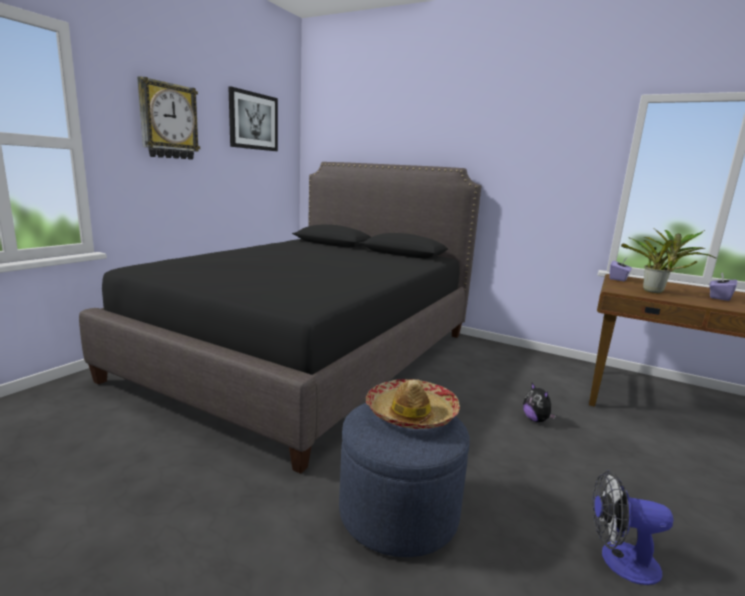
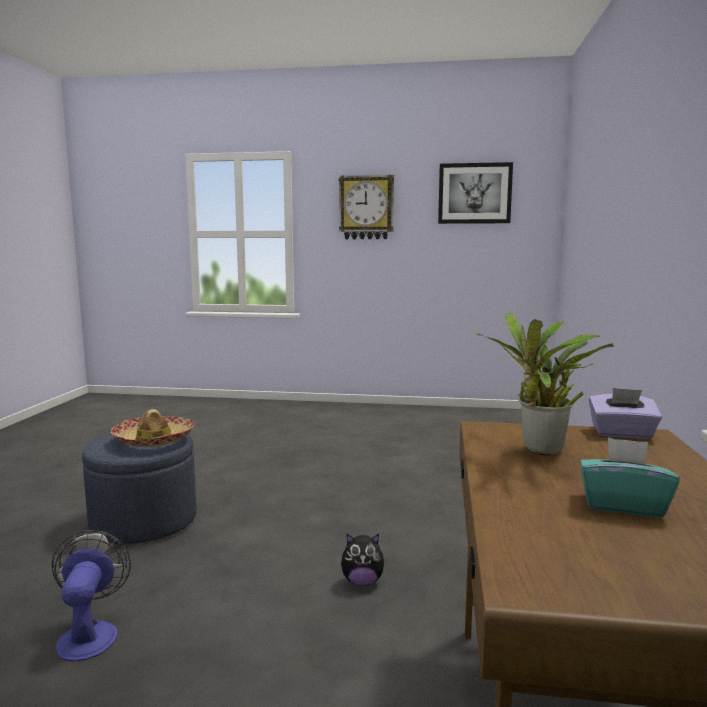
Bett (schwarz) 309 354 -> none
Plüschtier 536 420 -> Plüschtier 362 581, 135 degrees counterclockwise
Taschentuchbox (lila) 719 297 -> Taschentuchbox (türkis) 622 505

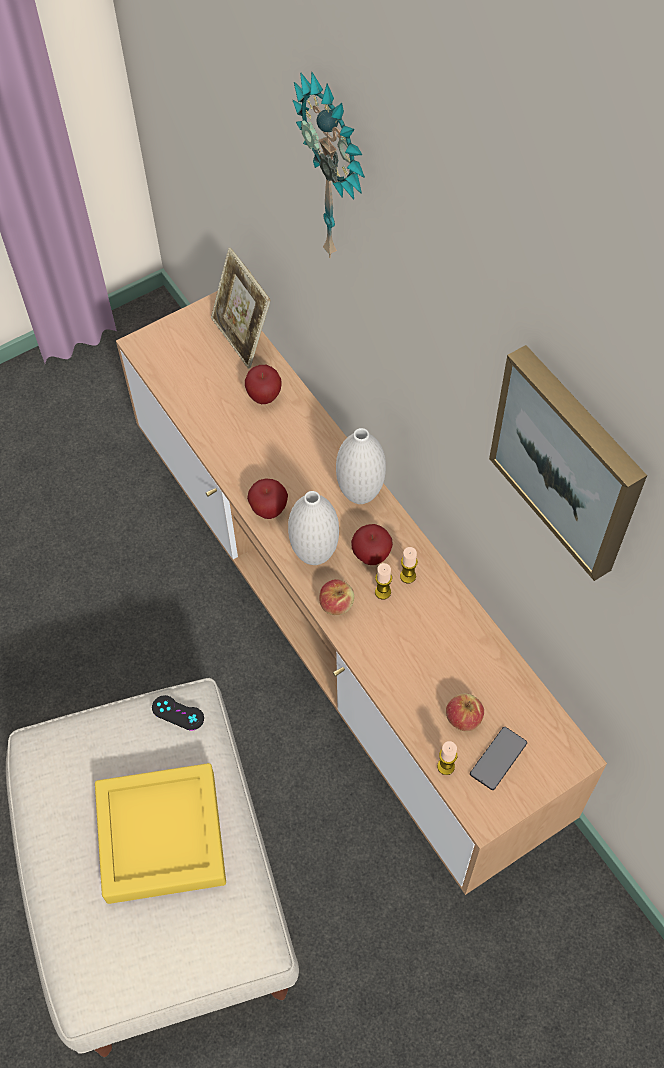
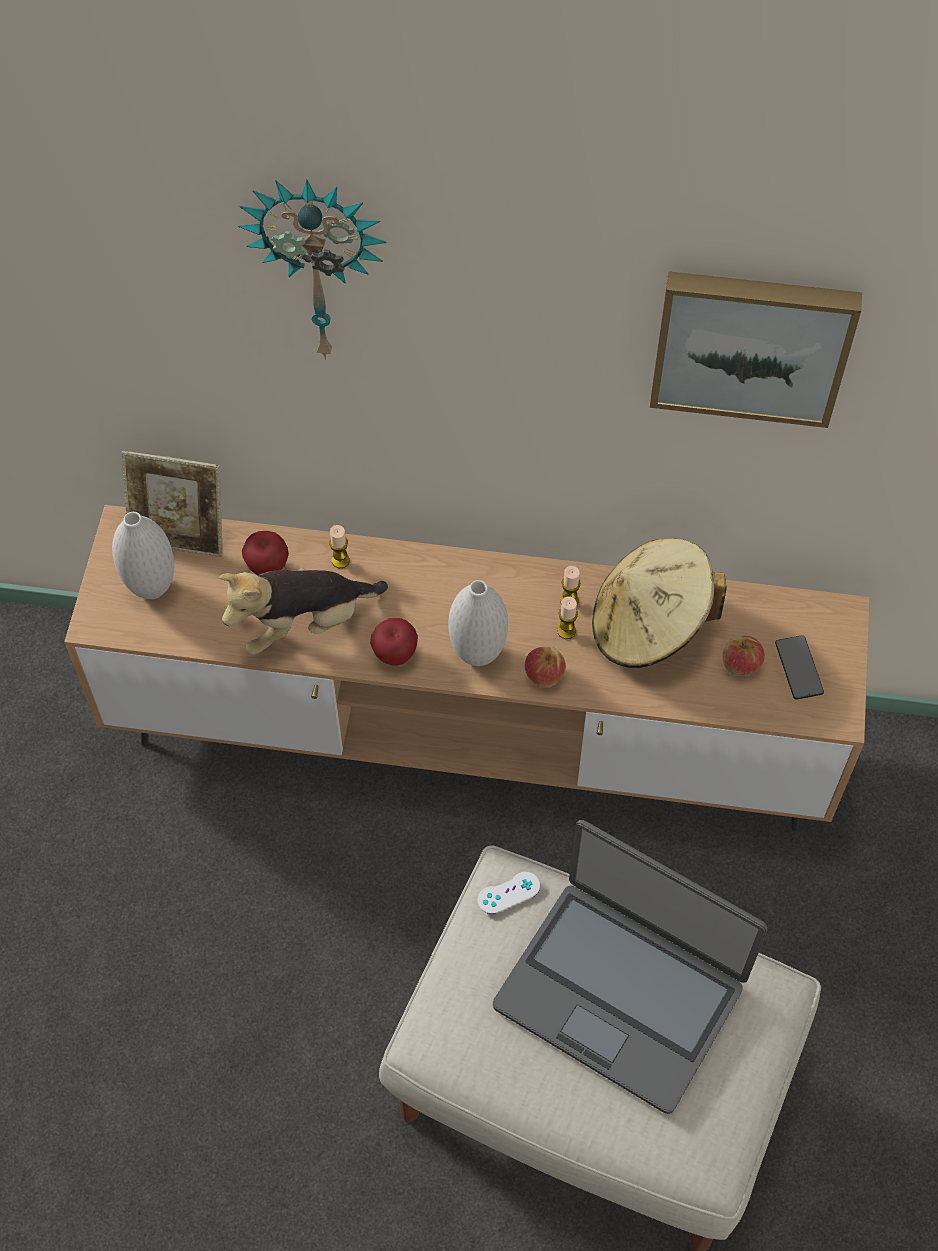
Tablett (gelb) 161 836 -> Laptop 620 993
Gamepad (schwarz) 178 713 -> Gamepad (weiß) 508 893
Vase (weiß) 360 494 -> Vase (weiß) 152 588, relocated
Apfel 371 556 -> none
Kerze 446 766 -> Kerze 340 560, relocated
none -> Plüschtier 304 624
none -> Hut (beige) 649 625

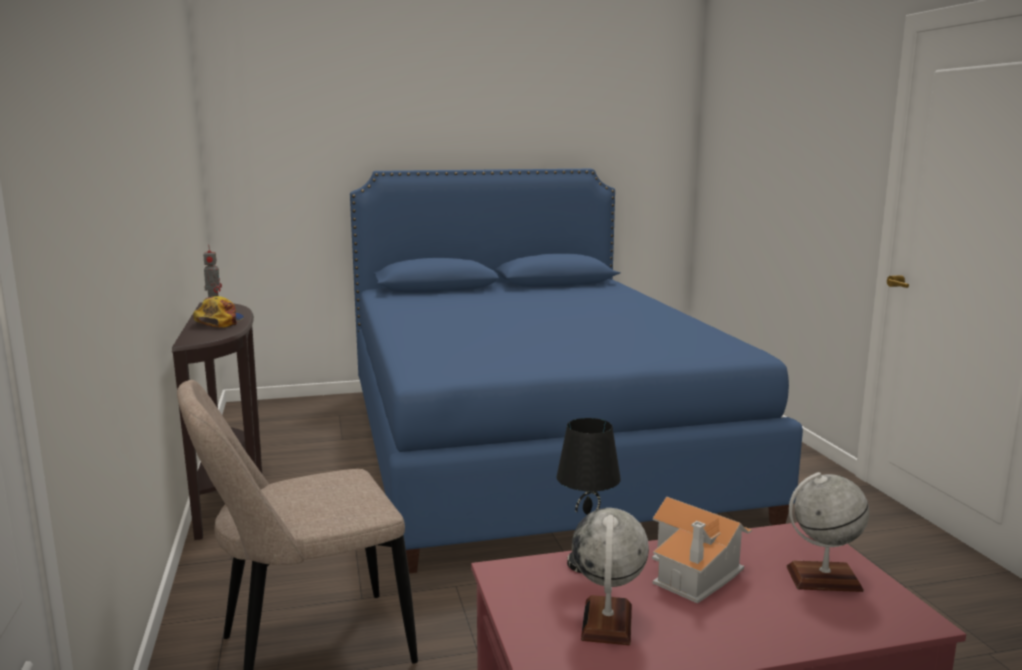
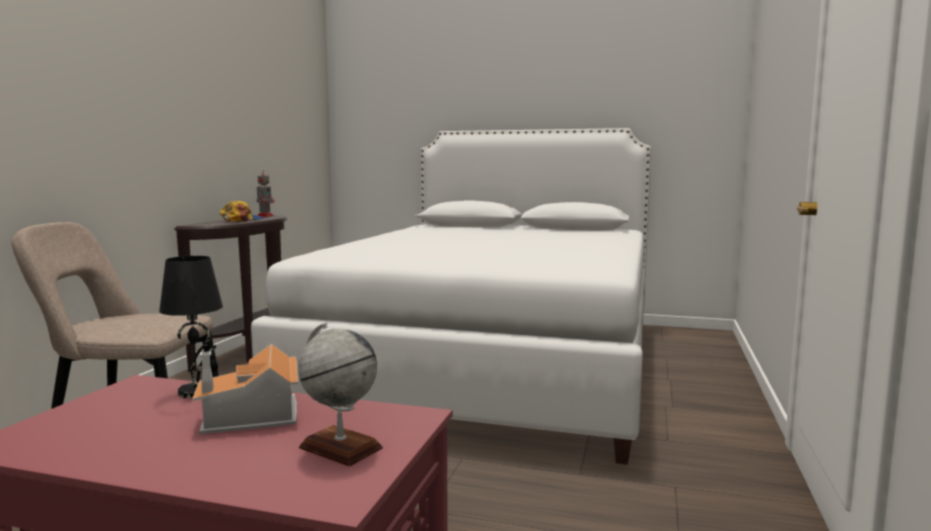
Bett (blau) 531 447 -> Bett (weiß) 493 362
Globus 607 622 -> none

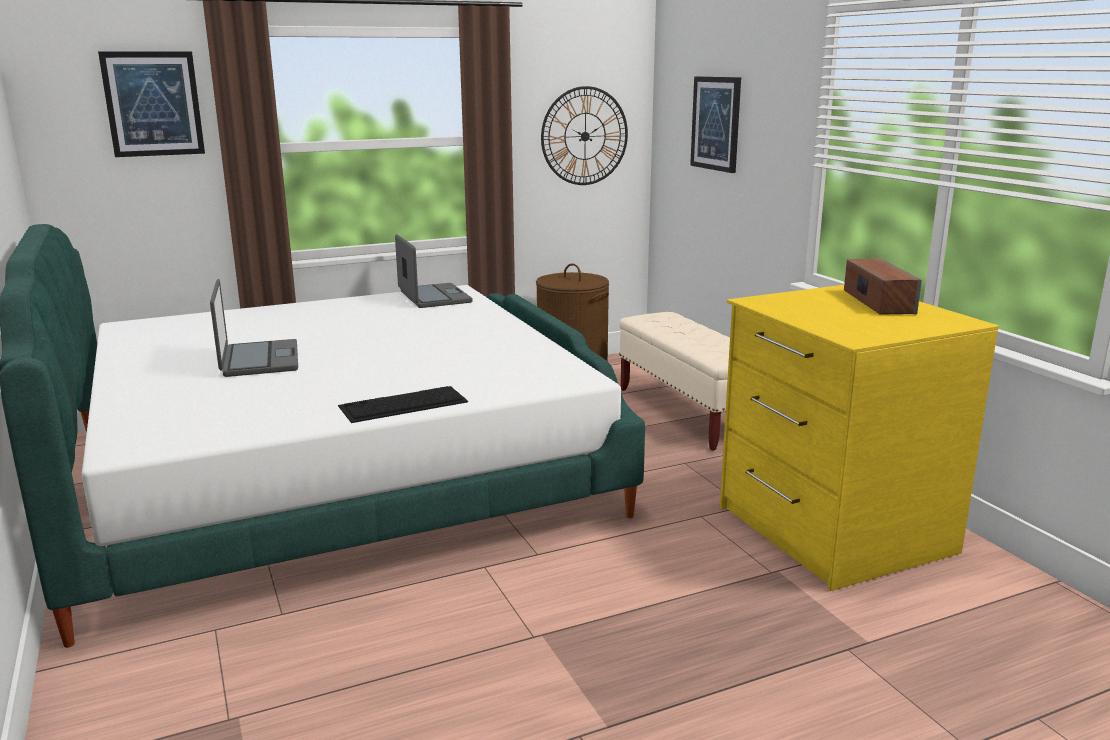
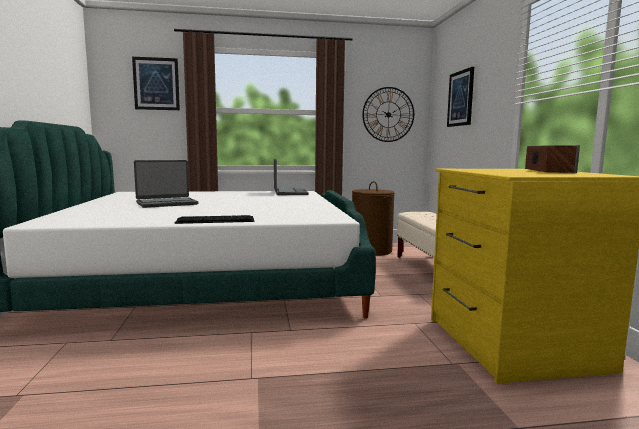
Laptop 259 360 -> Laptop 167 203, 60 degrees clockwise

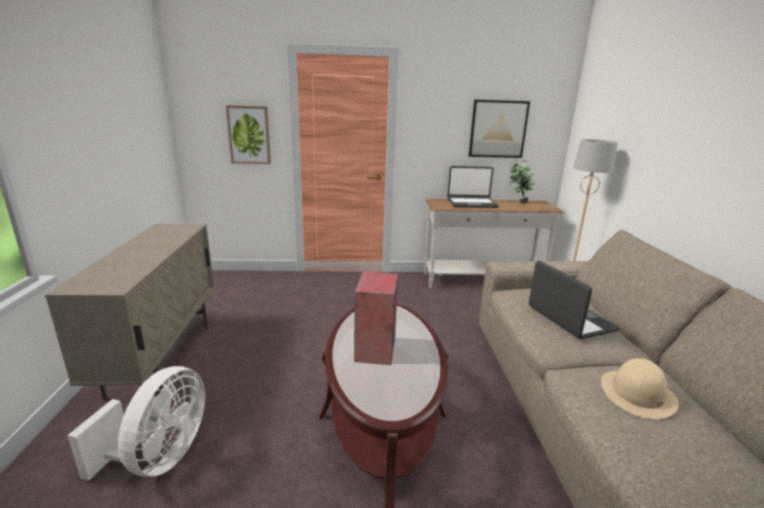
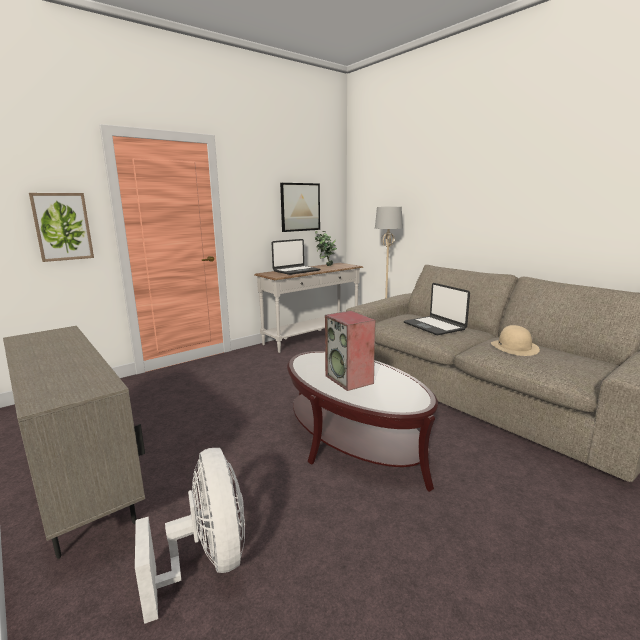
Laptop 570 319 -> Laptop 434 326, 150 degrees counterclockwise

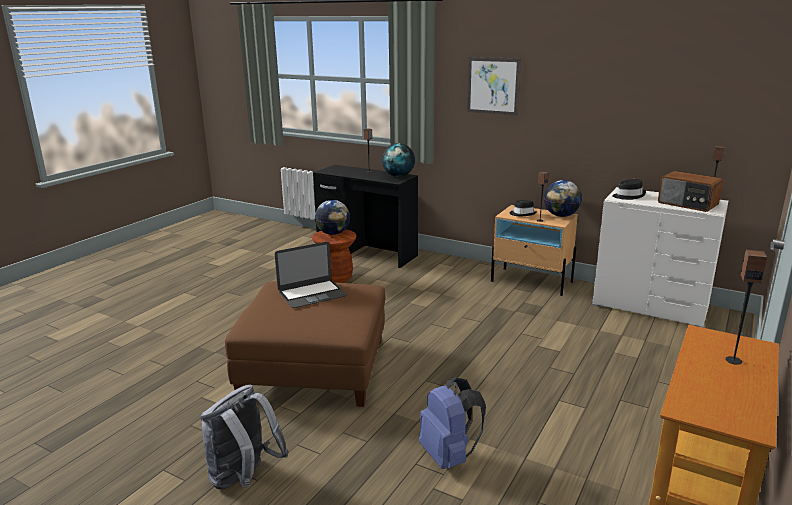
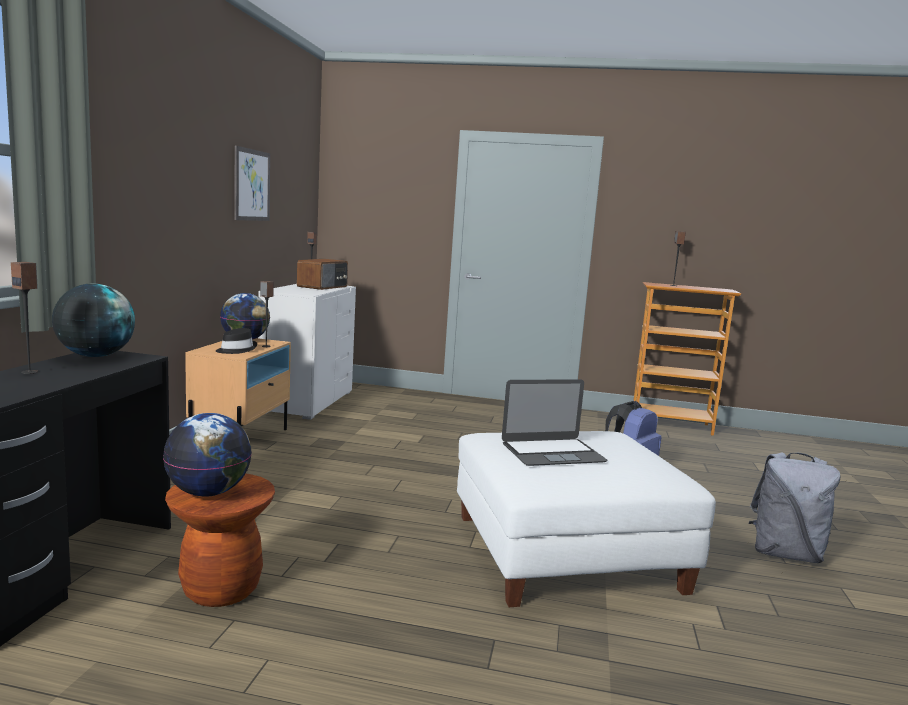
Polsterhocker (braun) 315 368 -> Polsterhocker (weiß) 566 551
Laptop 312 294 -> Laptop 552 452, 120 degrees clockwise
Bild 493 86 -> Bild 252 185, relocated
Hut (schwarz) 628 196 -> none

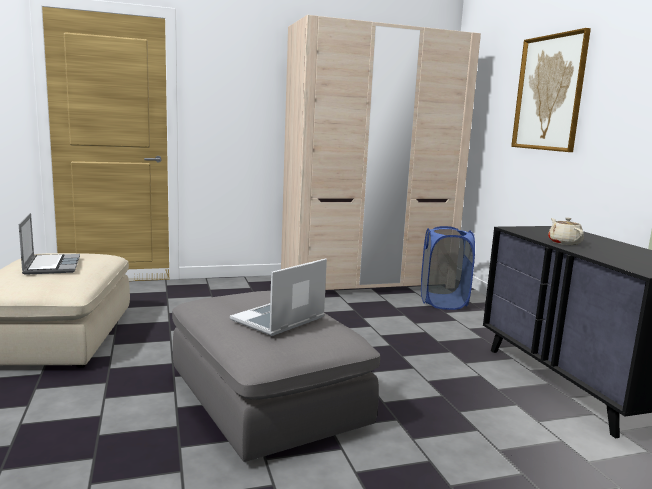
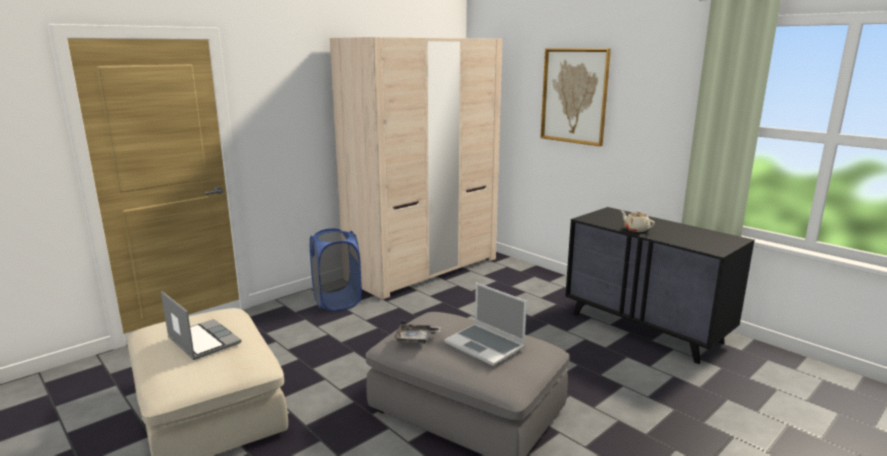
Laptop 278 320 -> Laptop 486 346, 60 degrees counterclockwise
Wäschekorb (blau) 443 302 -> Wäschekorb (blau) 337 301, relocated
none -> Tablett (grau) 416 339

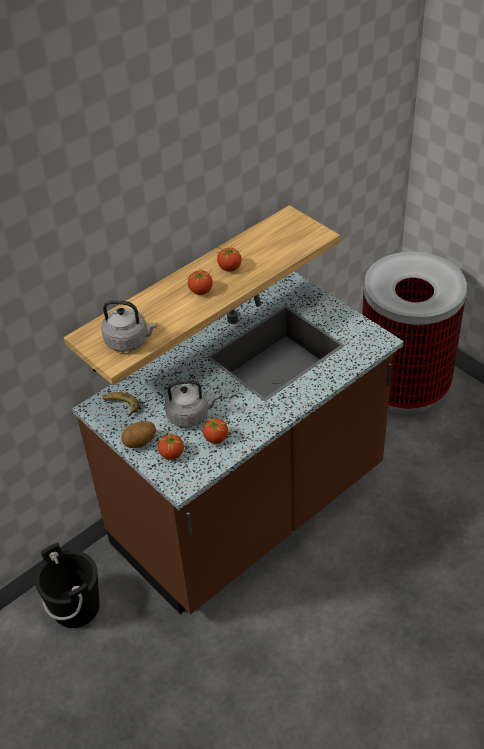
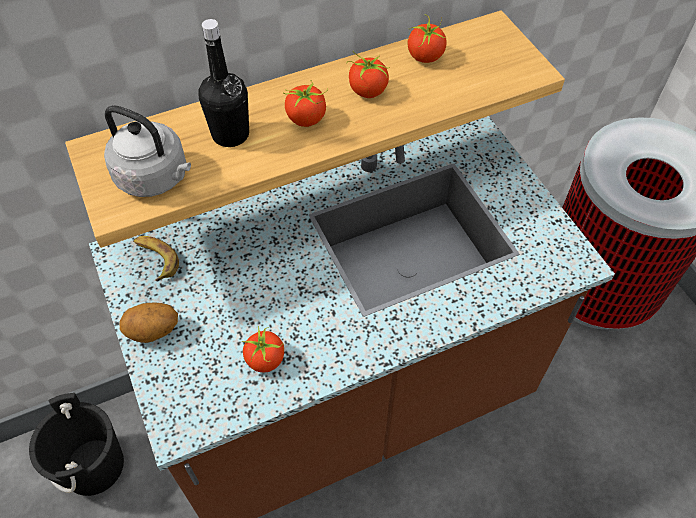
Tomate 171 454 -> Tomate 425 56, relocated
Wasserkessel (grau) 190 415 -> none
none -> Flasche (schwarz) 230 134

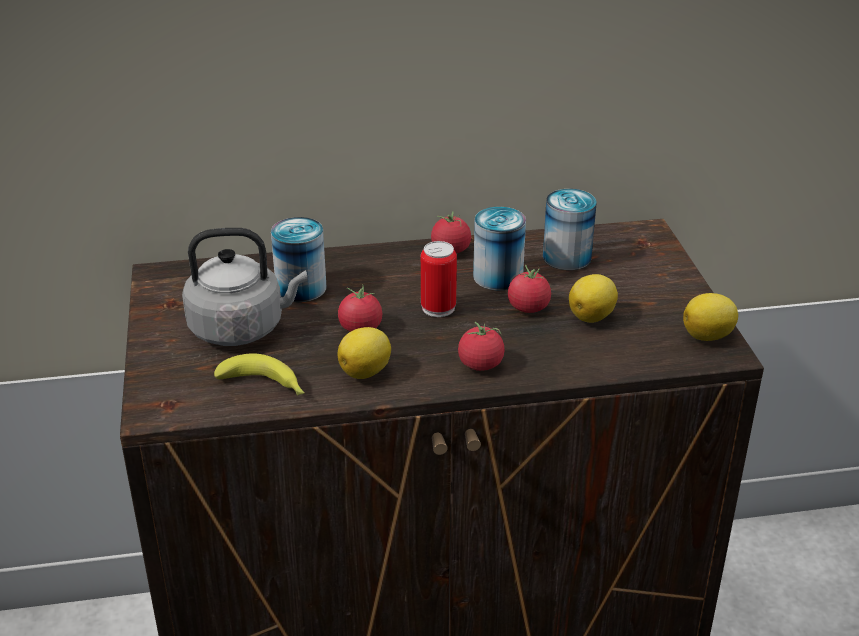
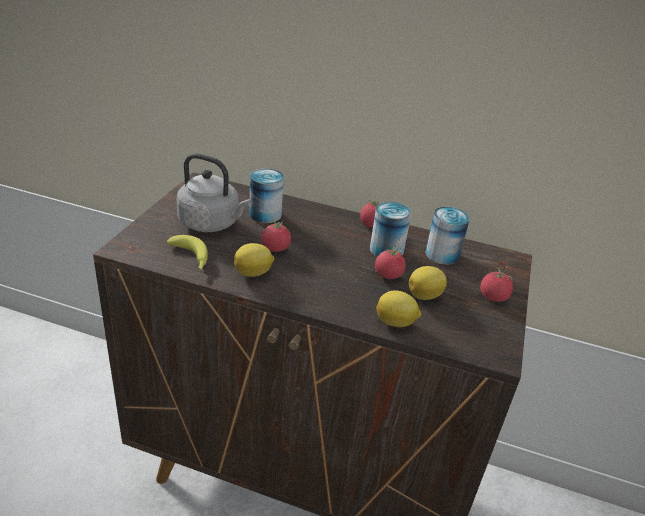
Dose 438 307 -> none
Tomate 480 364 -> Tomate 493 297, relocated
Zitrone 708 336 -> Zitrone 396 323, relocated

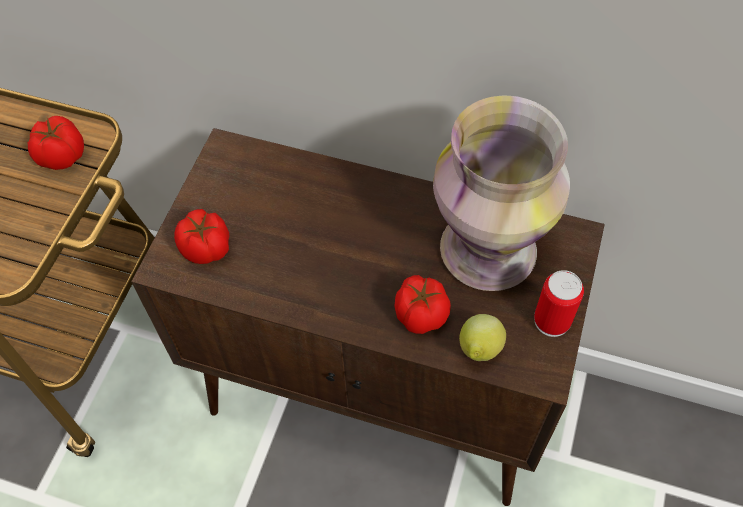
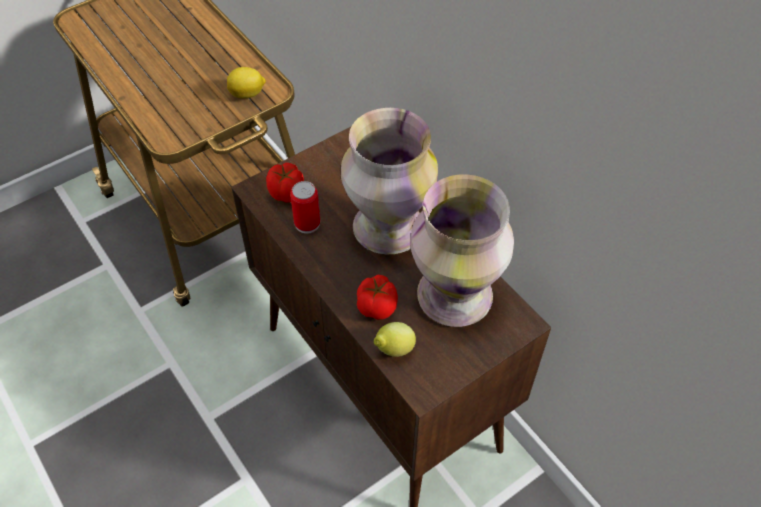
Tomate 61 157 -> Zitrone 248 94
Dose 552 321 -> Dose 307 223, relocated
none -> Vase 386 228

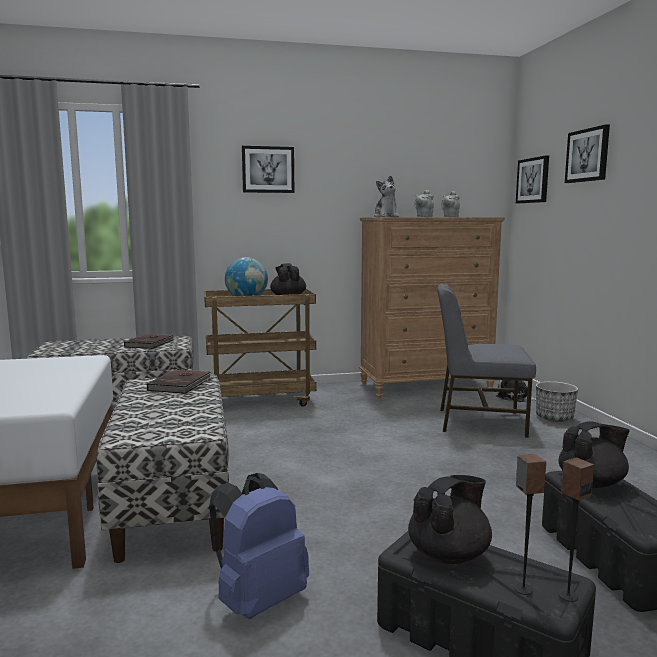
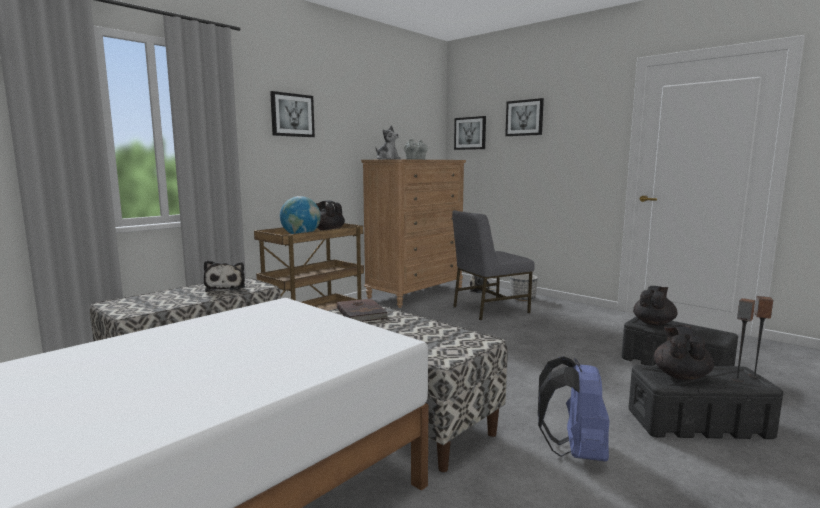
Buch (braun) 150 343 -> Plüschtier 225 287

